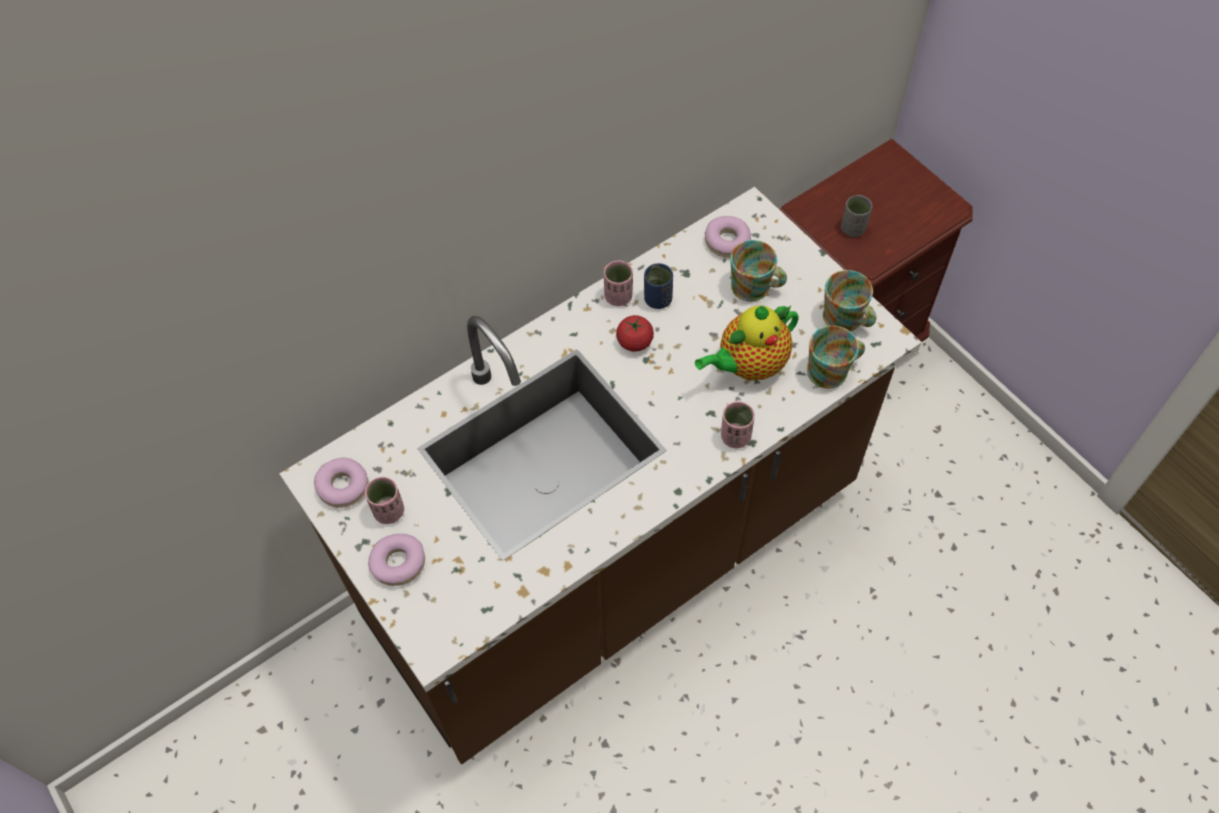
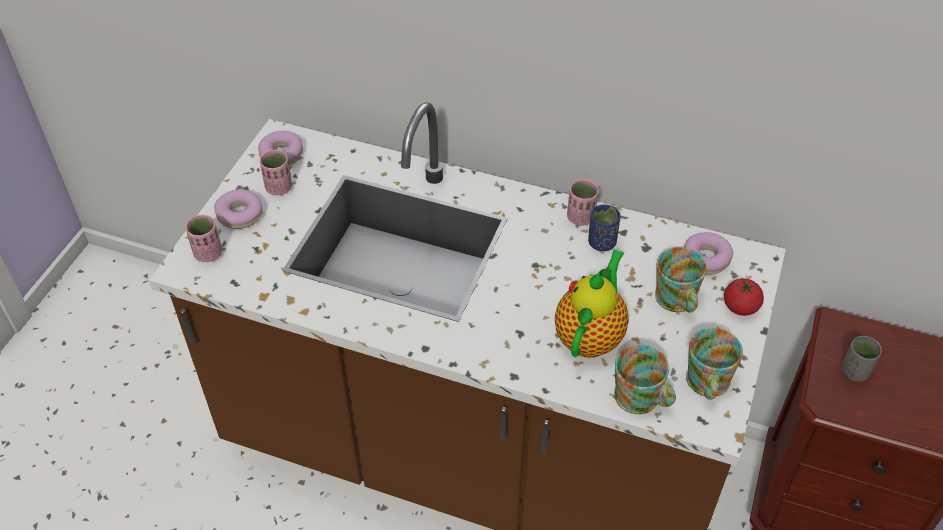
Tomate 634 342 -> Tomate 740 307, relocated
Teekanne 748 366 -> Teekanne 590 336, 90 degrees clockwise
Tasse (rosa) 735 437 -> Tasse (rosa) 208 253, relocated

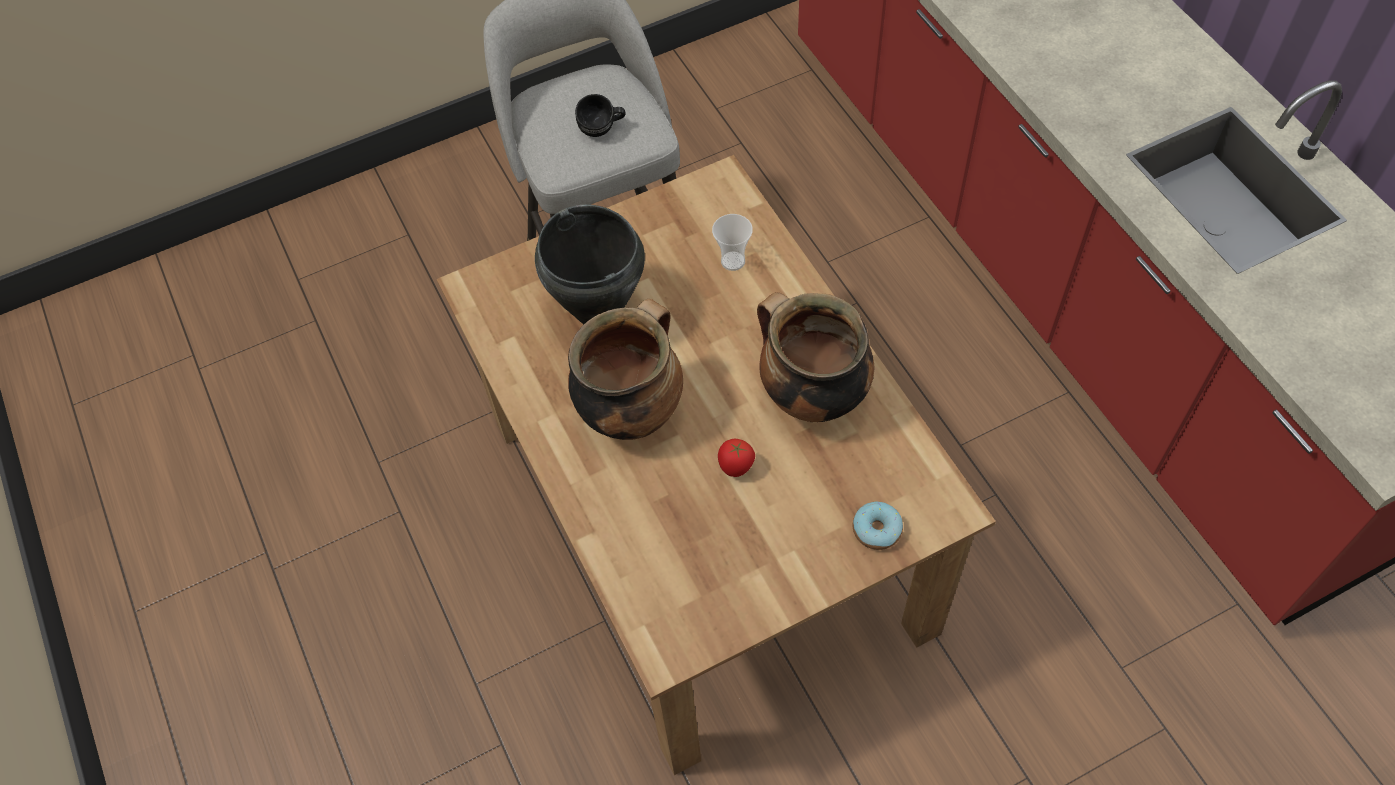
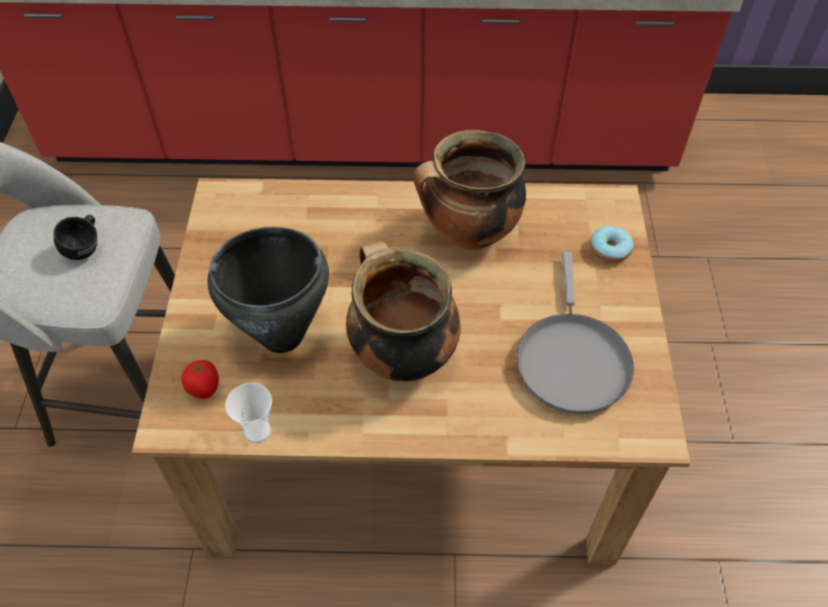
Tasse 733 261 -> Tasse 257 431, relocated
Tomate 736 468 -> Tomate 205 390, relocated
none -> Pfanne (grau) 571 360

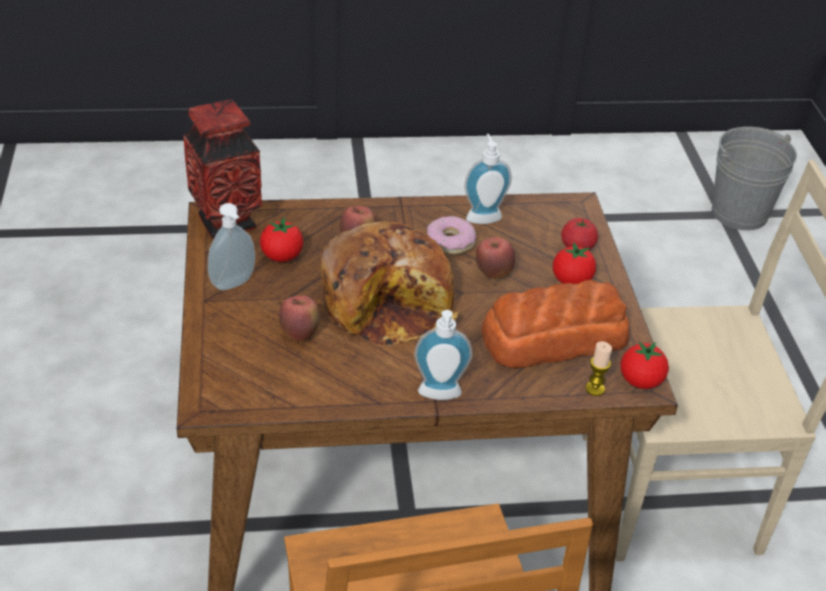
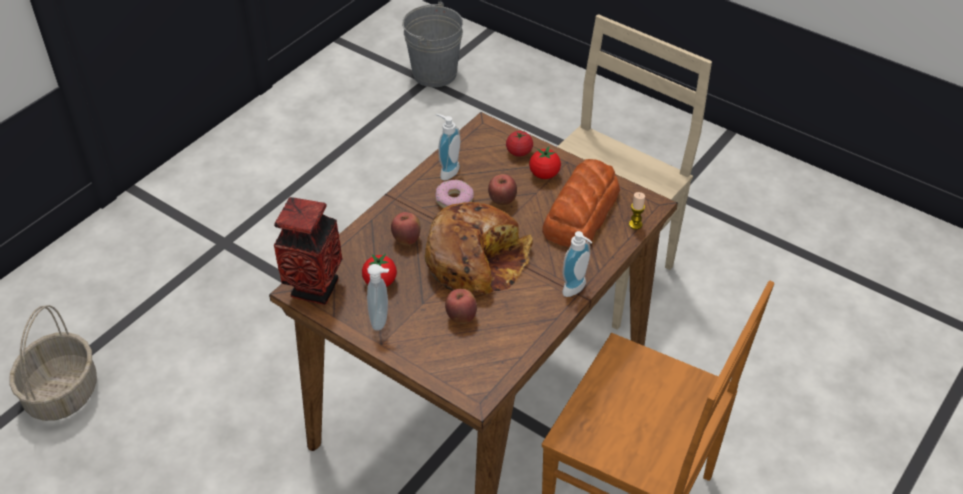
Tomate 640 381 -> none
none -> Korb 62 392

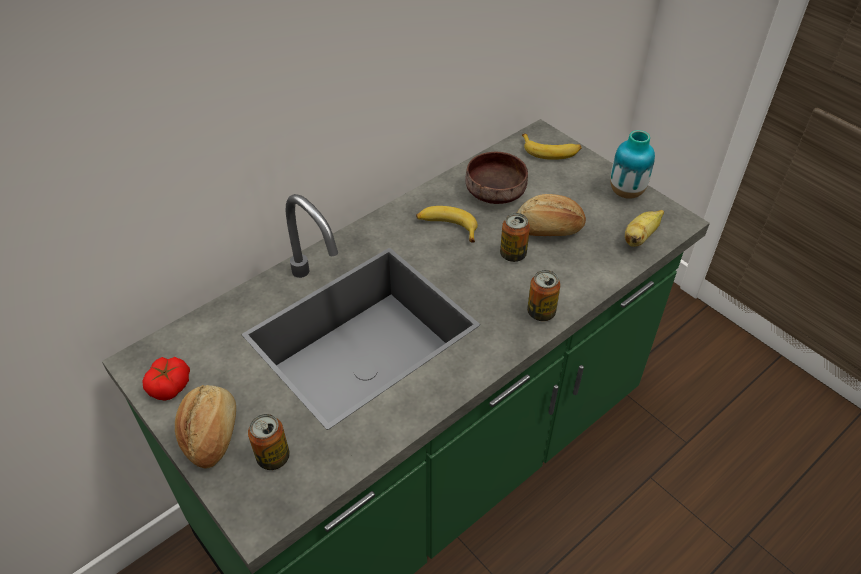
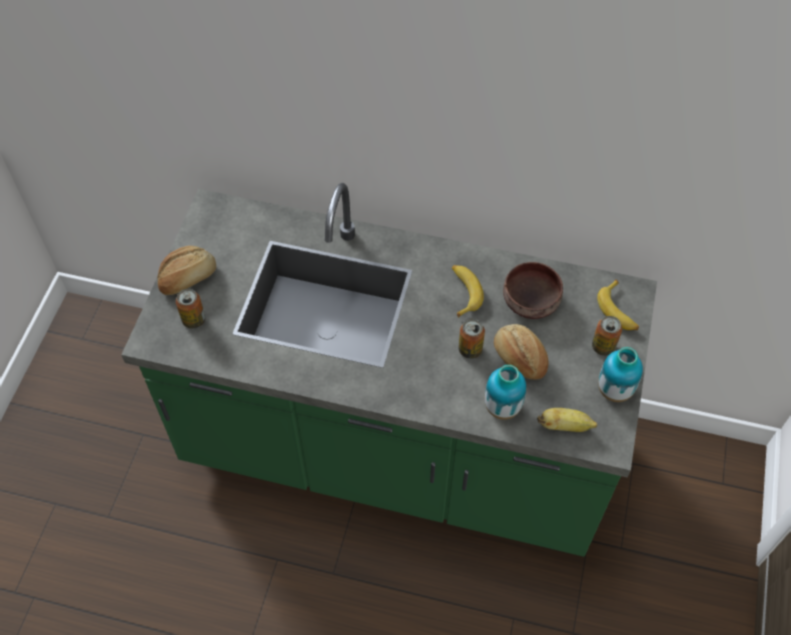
Tomate 170 385 -> none
Dose 541 312 -> Dose 603 346, relocated
none -> Vase 502 408

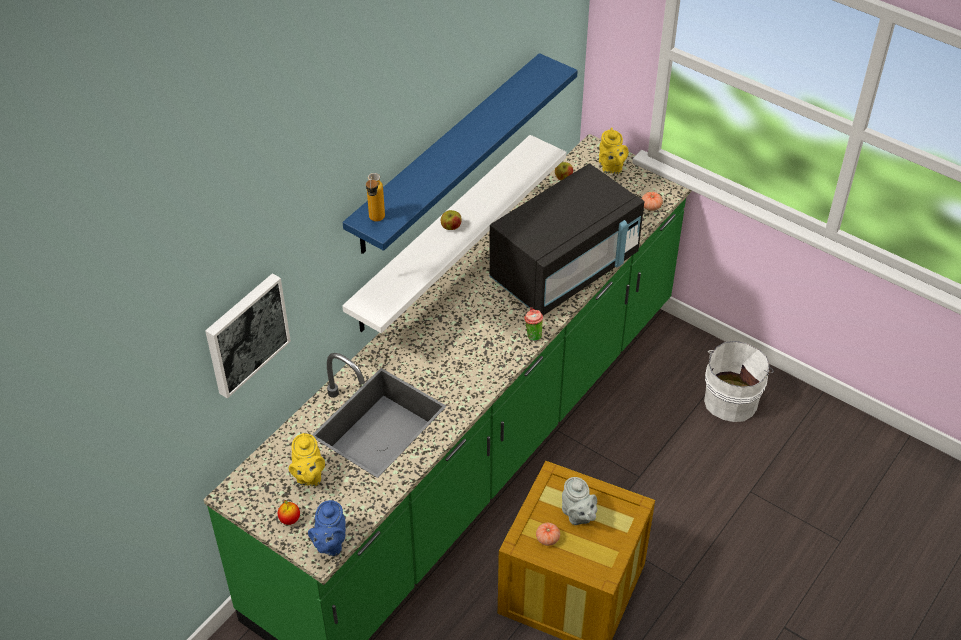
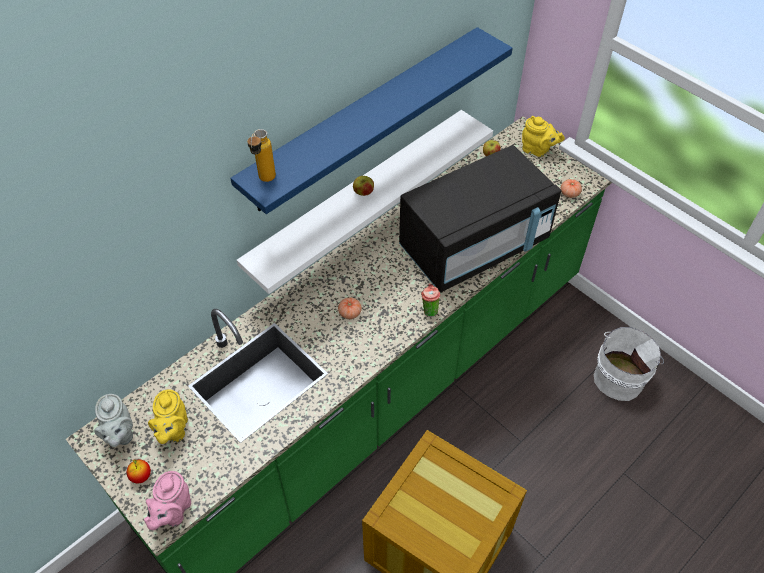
Bild 245 333 -> none
Teekanne (blau) 330 544 -> Teekanne (rosa) 173 511
Tomate 547 538 -> Tomate 350 313, relocated
Teekanne (grau) 578 516 -> Teekanne (grau) 120 434, relocated
Teekanne (gelb) 611 167 -> Teekanne (gelb) 537 150, 60 degrees counterclockwise

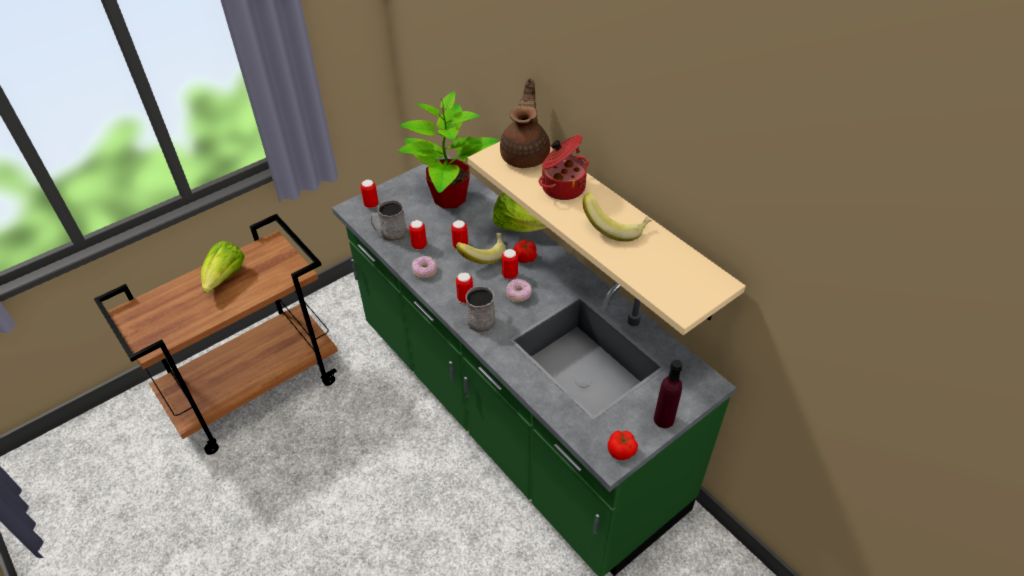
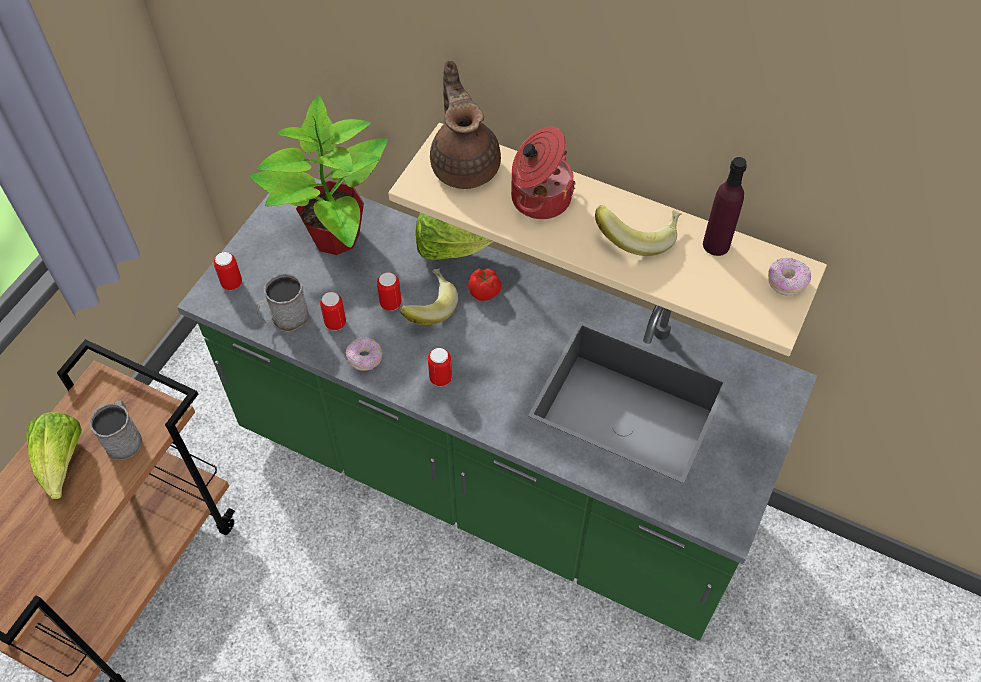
Henkelbecher (grau) 483 318 -> Henkelbecher (grau) 124 438, relocated
Dose 510 275 -> none
Donut 519 294 -> Donut 786 282, relocated
Tomate 621 451 -> none
Flasche (lila) 663 419 -> Flasche (lila) 716 245, relocated

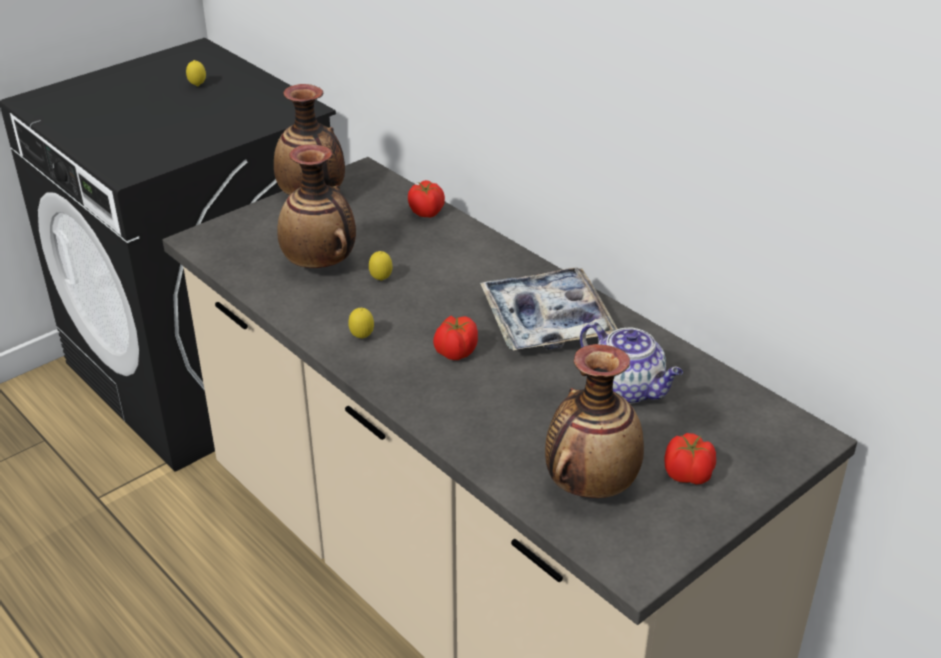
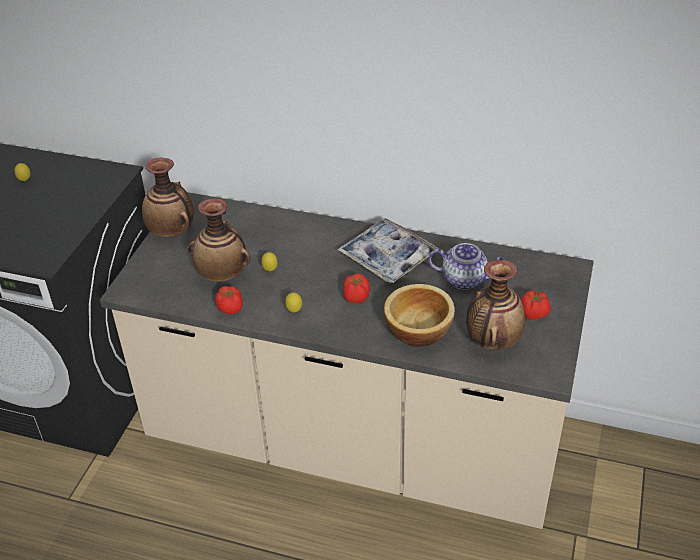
Tomate 427 212 -> Tomate 230 308, relocated
none -> Schüssel 418 329

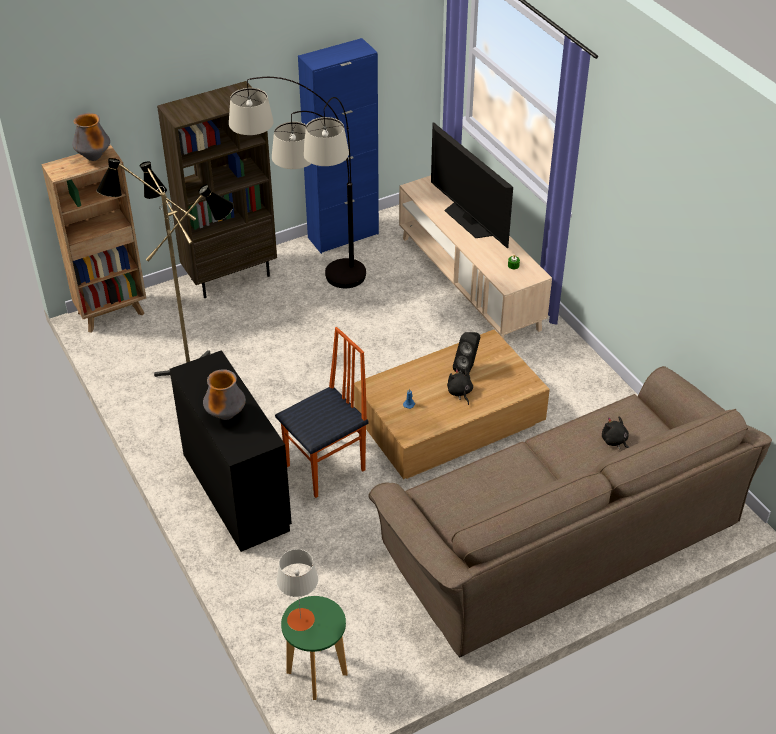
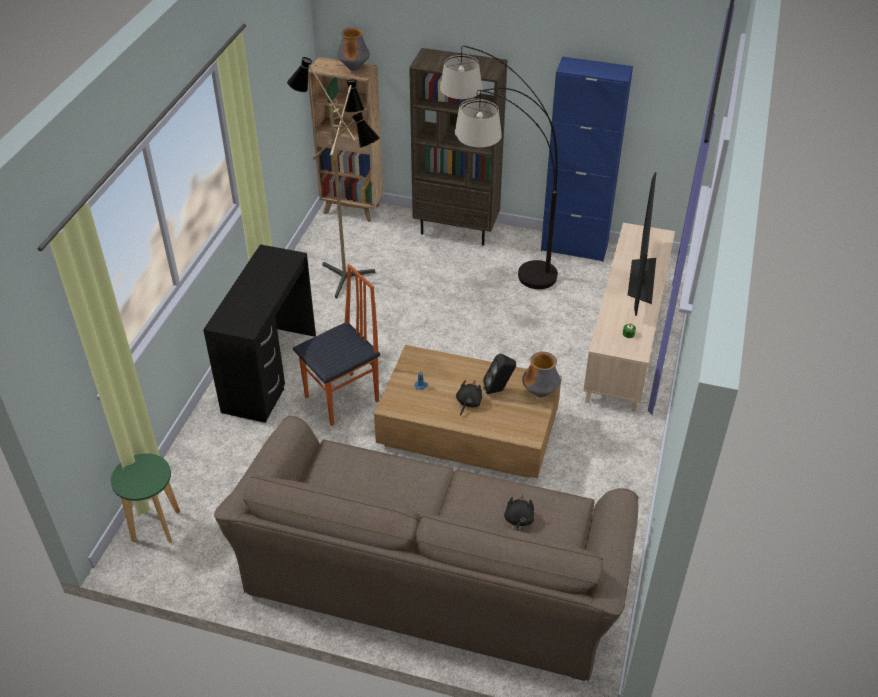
Vase 226 415 -> Vase 540 393, relocated
Stuhl 327 468 -> Stuhl 343 399, 45 degrees counterclockwise
Tischlampe (grau) 300 619 -> none

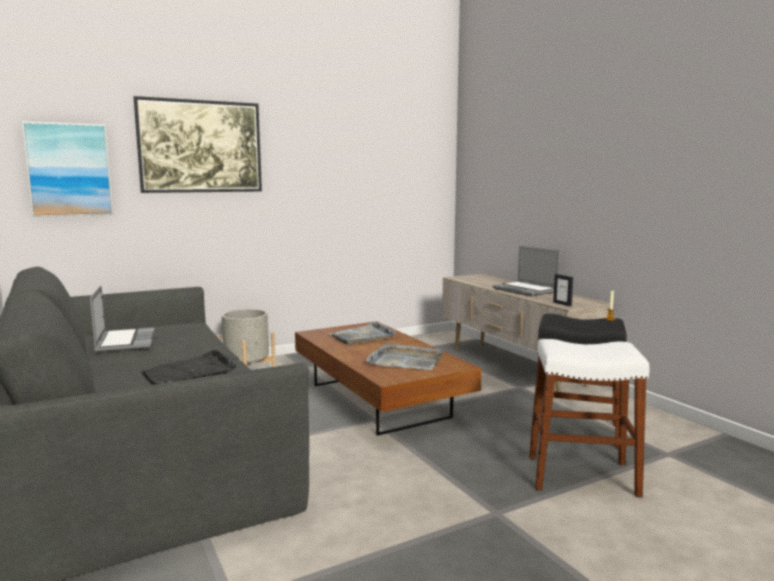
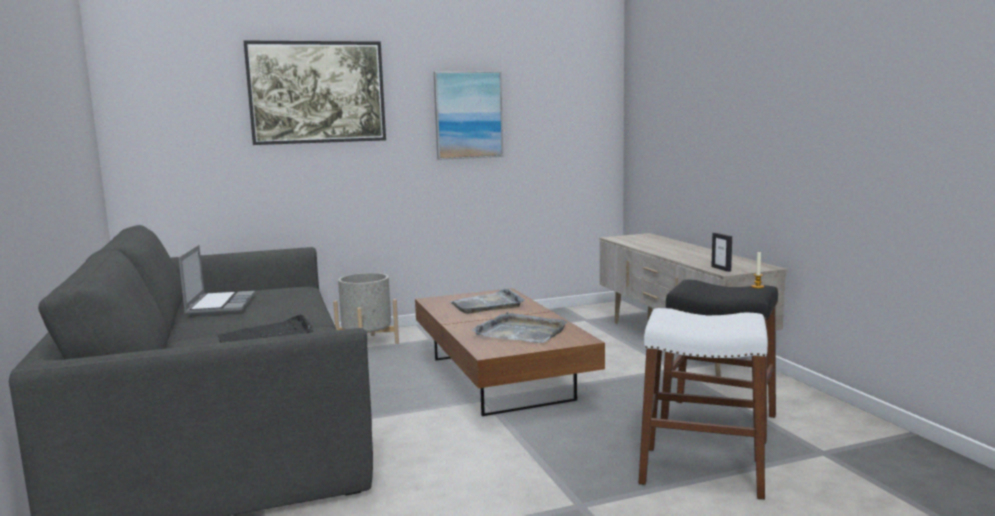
Bild 69 170 -> Bild 468 115, relocated
Laptop 526 290 -> none

